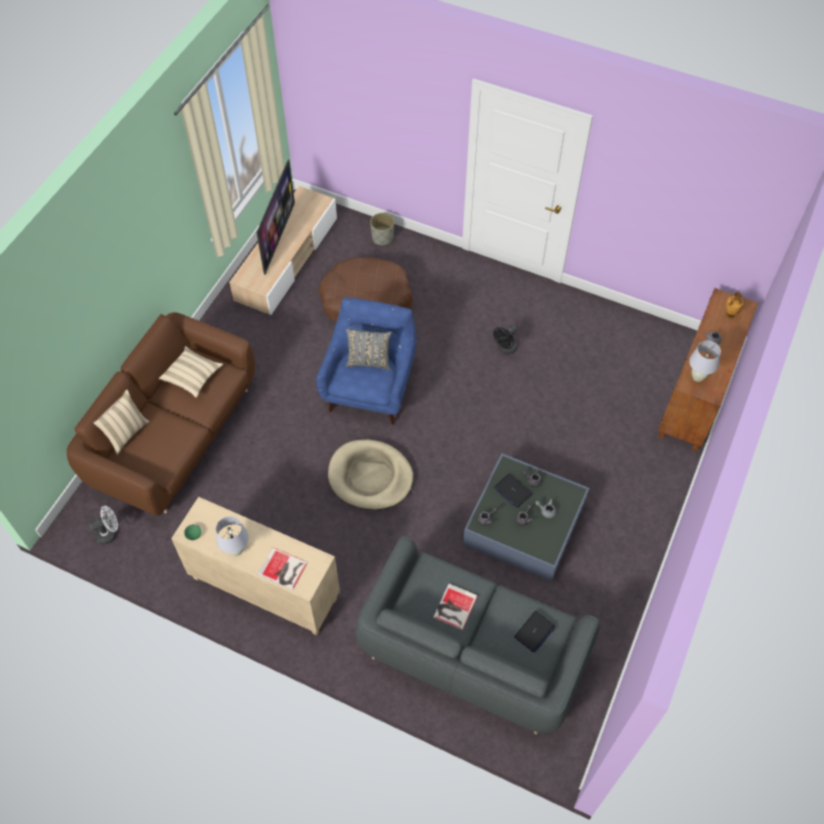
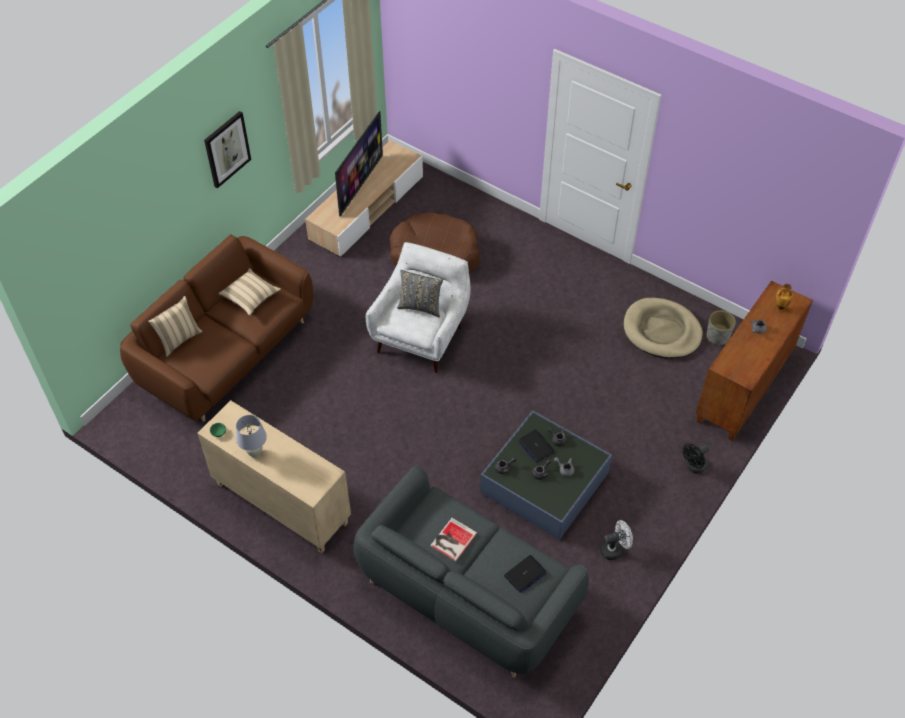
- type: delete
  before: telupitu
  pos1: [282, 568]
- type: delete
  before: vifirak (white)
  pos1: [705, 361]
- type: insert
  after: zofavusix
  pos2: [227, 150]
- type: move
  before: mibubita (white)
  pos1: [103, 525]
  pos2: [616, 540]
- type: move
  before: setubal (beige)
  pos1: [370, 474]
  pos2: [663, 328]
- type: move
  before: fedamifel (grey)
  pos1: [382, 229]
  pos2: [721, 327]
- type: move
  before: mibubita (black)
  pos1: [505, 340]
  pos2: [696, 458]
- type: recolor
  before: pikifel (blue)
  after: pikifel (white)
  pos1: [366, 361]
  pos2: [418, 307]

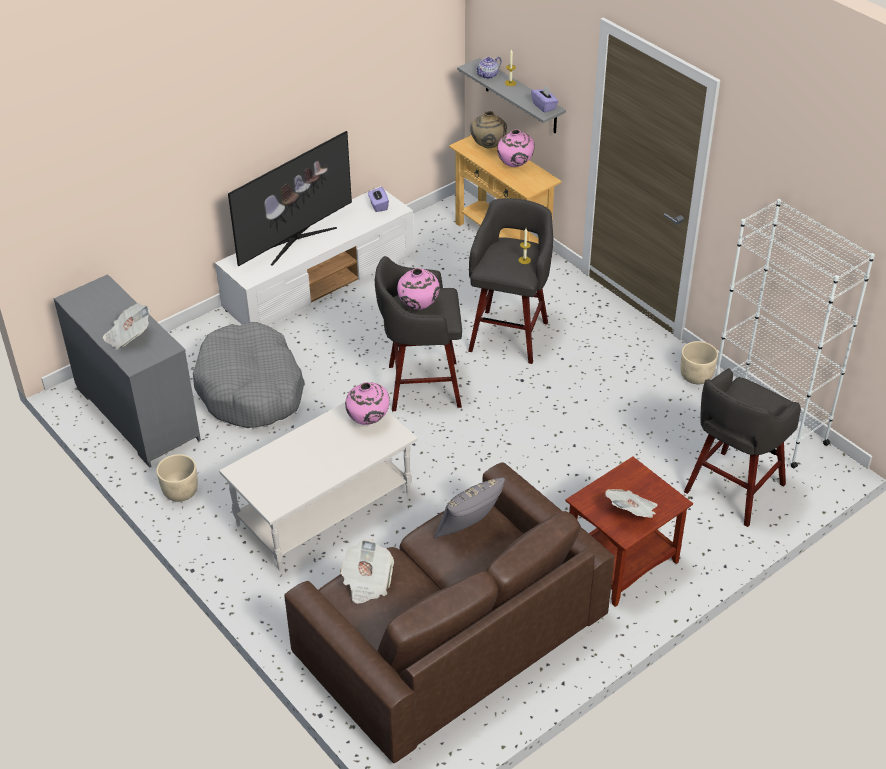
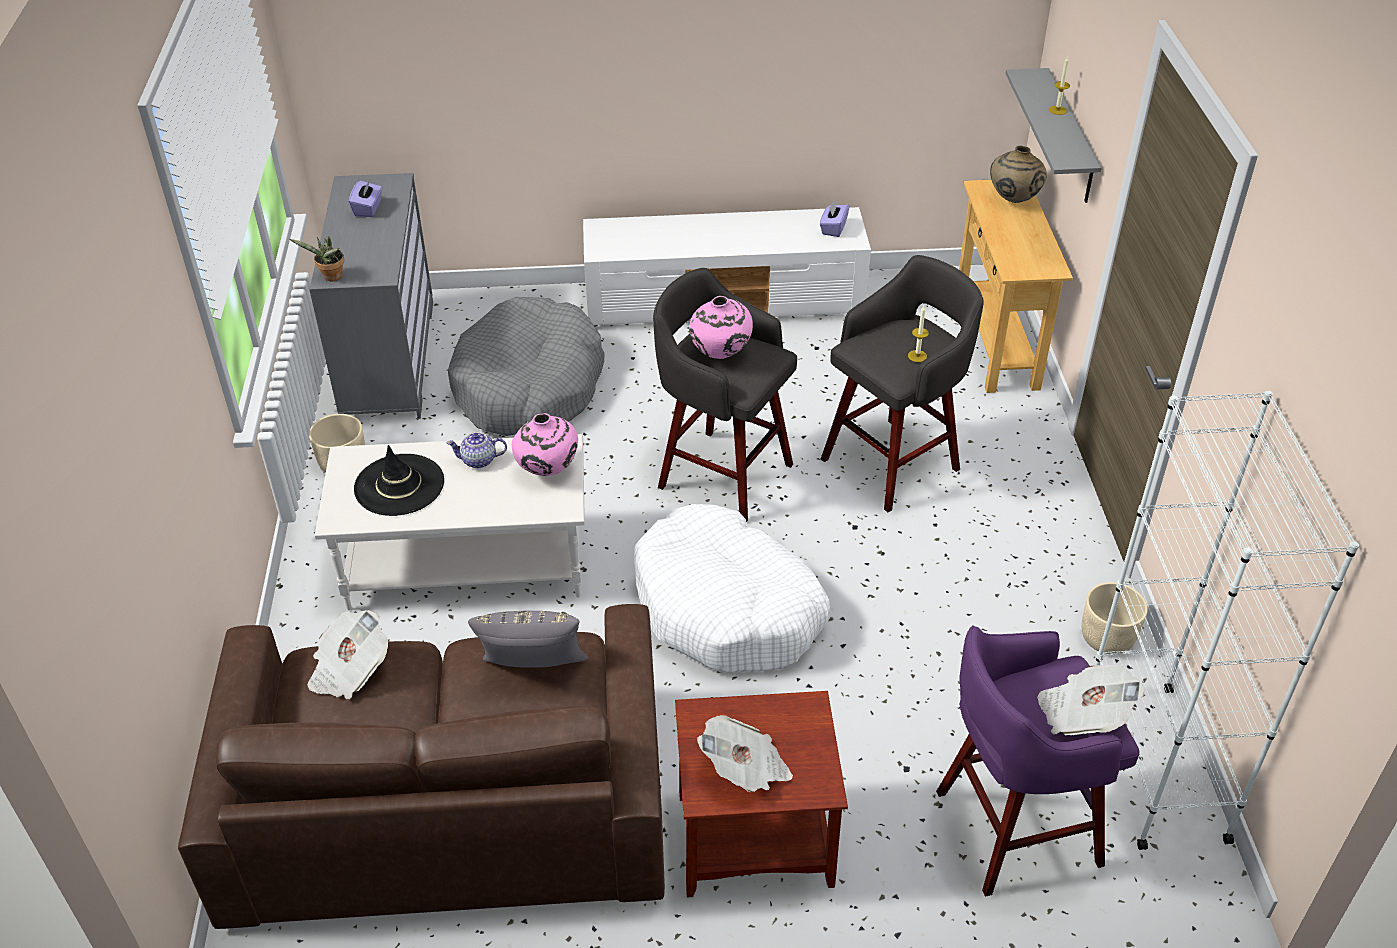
- type: delete
  before: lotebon
  pos1: [290, 198]
- type: delete
  before: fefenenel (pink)
  pos1: [515, 148]
- type: insert
  after: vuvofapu
  pos2: [316, 258]
- type: insert
  after: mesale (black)
  pos2: [399, 480]
- type: insert
  after: setubal (white)
  pos2: [732, 588]
- type: move
  before: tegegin
  pos1: [127, 326]
  pos2: [1090, 700]
- type: move
  before: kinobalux
  pos1: [488, 67]
  pos2: [477, 450]
- type: move
  before: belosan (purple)
  pos1: [545, 99]
  pos2: [365, 198]
- type: recolor
  before: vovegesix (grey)
  after: vovegesix (purple)
  pos1: [742, 447]
  pos2: [1038, 760]

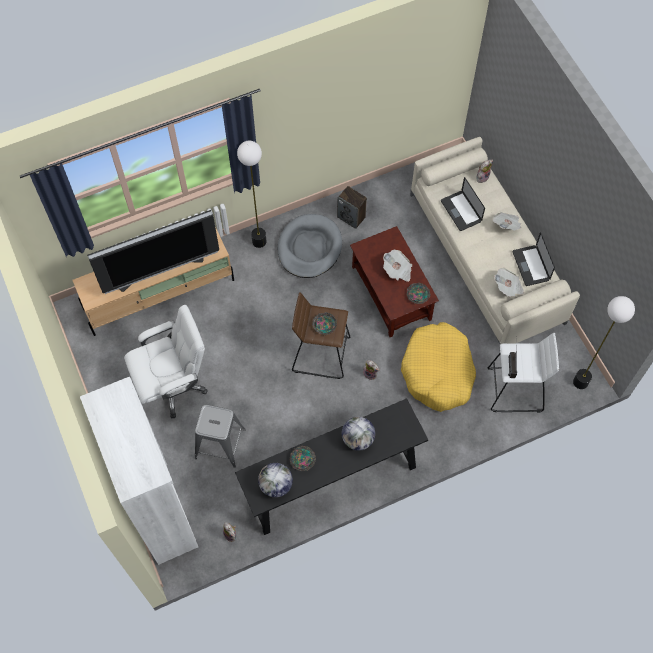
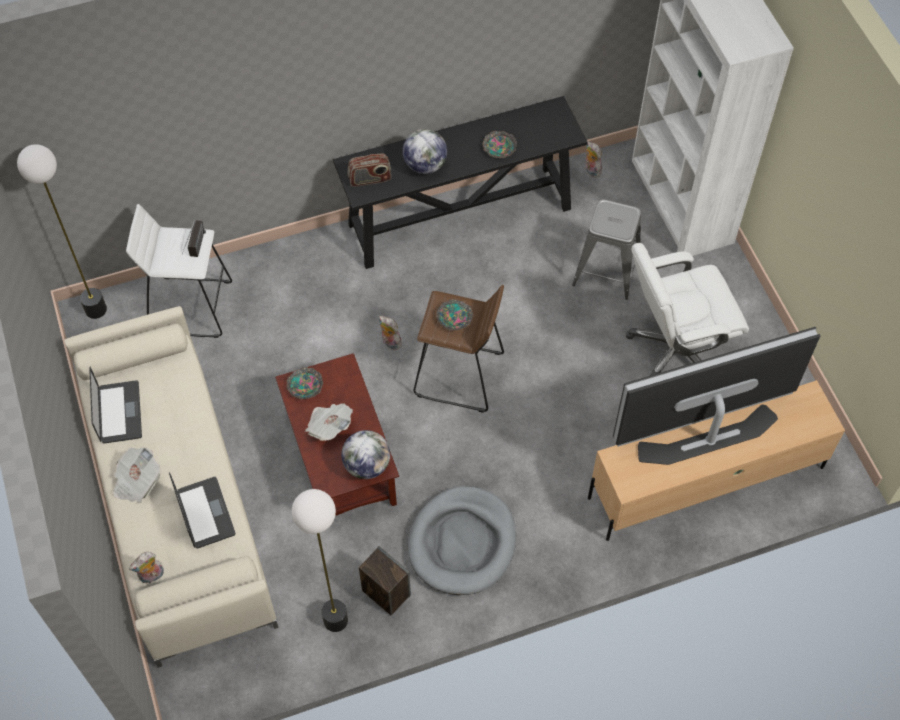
- type: delete
  before: setubal (yellow)
  pos1: [438, 367]
- type: delete
  before: tegegin
  pos1: [509, 282]
- type: insert
  after: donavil
  pos2: [369, 170]
- type: move
  before: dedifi
  pos1: [252, 194]
  pos2: [320, 560]
- type: move
  before: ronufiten
  pos1: [275, 480]
  pos2: [365, 454]

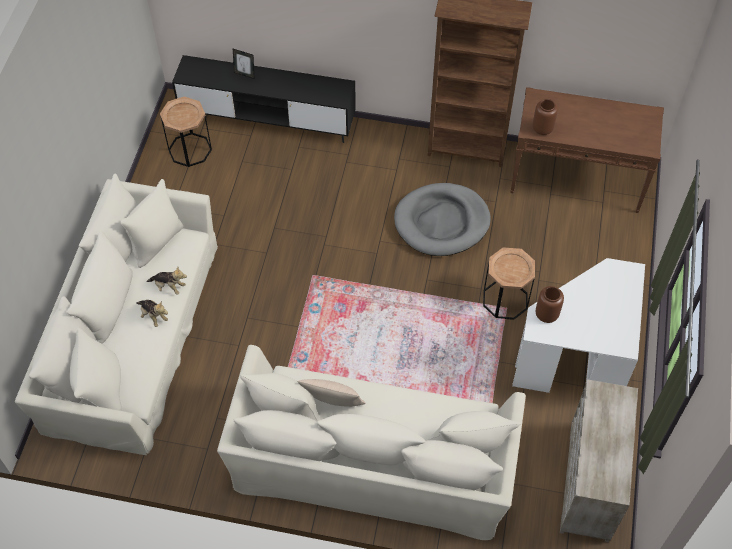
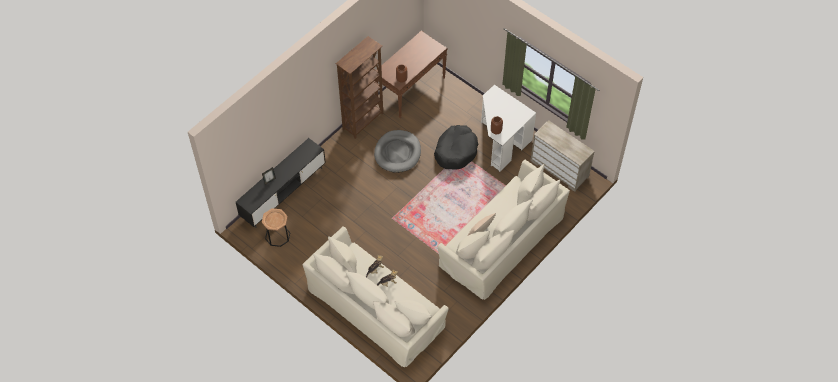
- type: replace
  before: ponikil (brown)
  after: setubal (black)
  pos1: [509, 283]
  pos2: [456, 147]

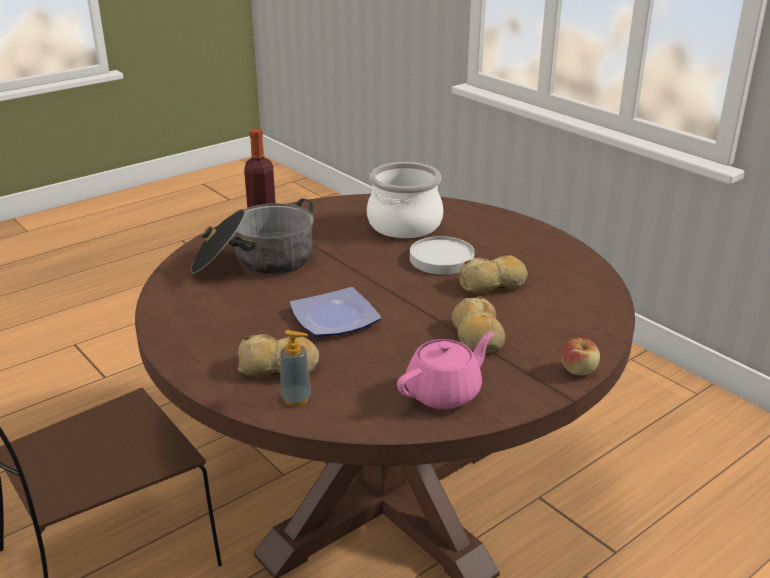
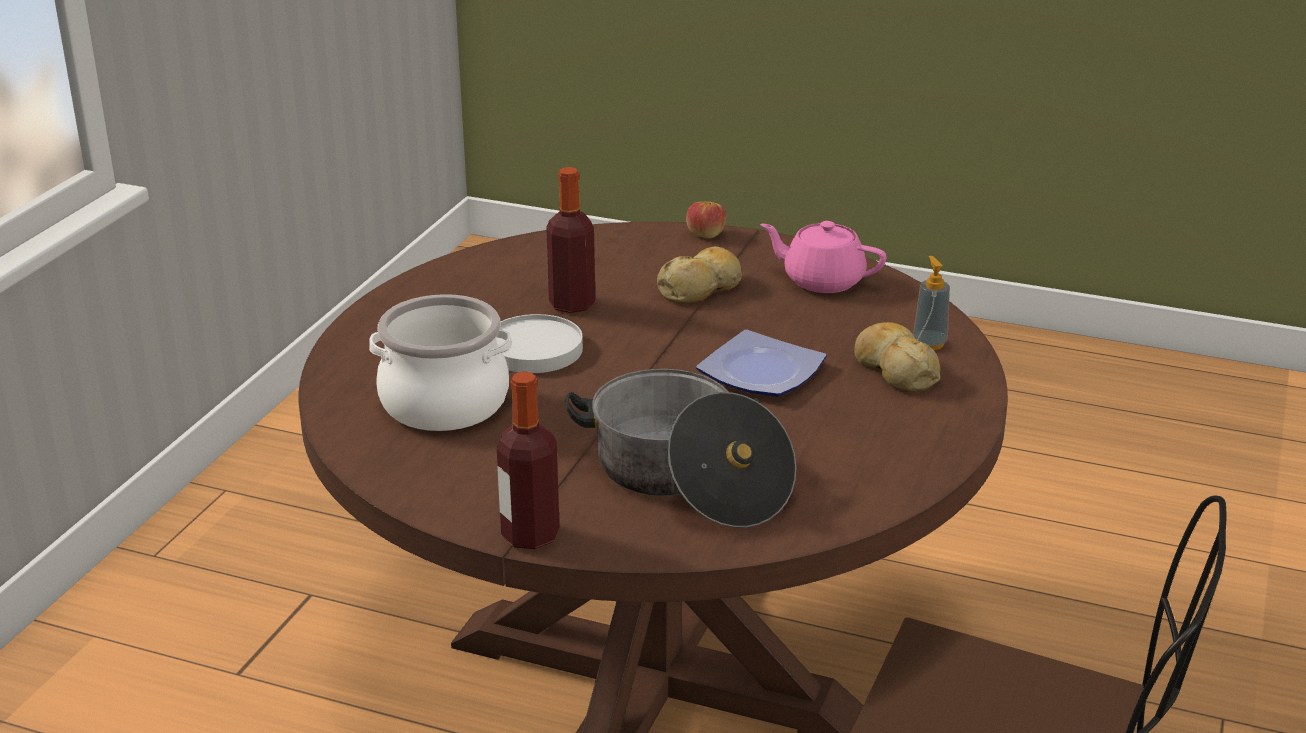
- type: replace
  before: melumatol
  after: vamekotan
  pos1: [493, 274]
  pos2: [570, 240]

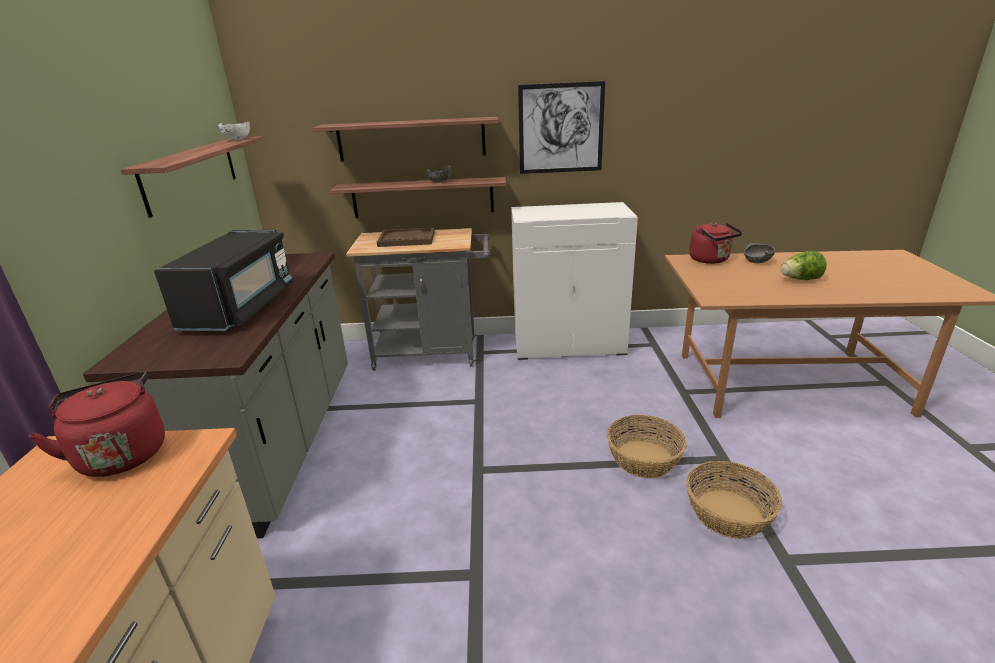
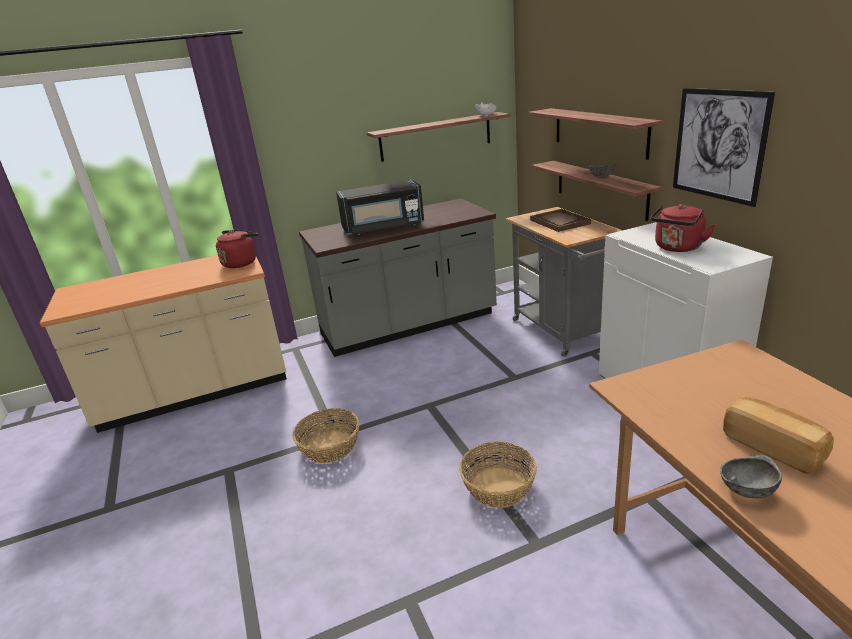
- type: move
  before: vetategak
  pos1: [734, 500]
  pos2: [325, 435]
- type: move
  before: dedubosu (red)
  pos1: [715, 243]
  pos2: [683, 228]
- type: move
  before: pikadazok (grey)
  pos1: [759, 253]
  pos2: [751, 477]
- type: replace
  before: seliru
  after: melumatol
  pos1: [804, 265]
  pos2: [778, 435]

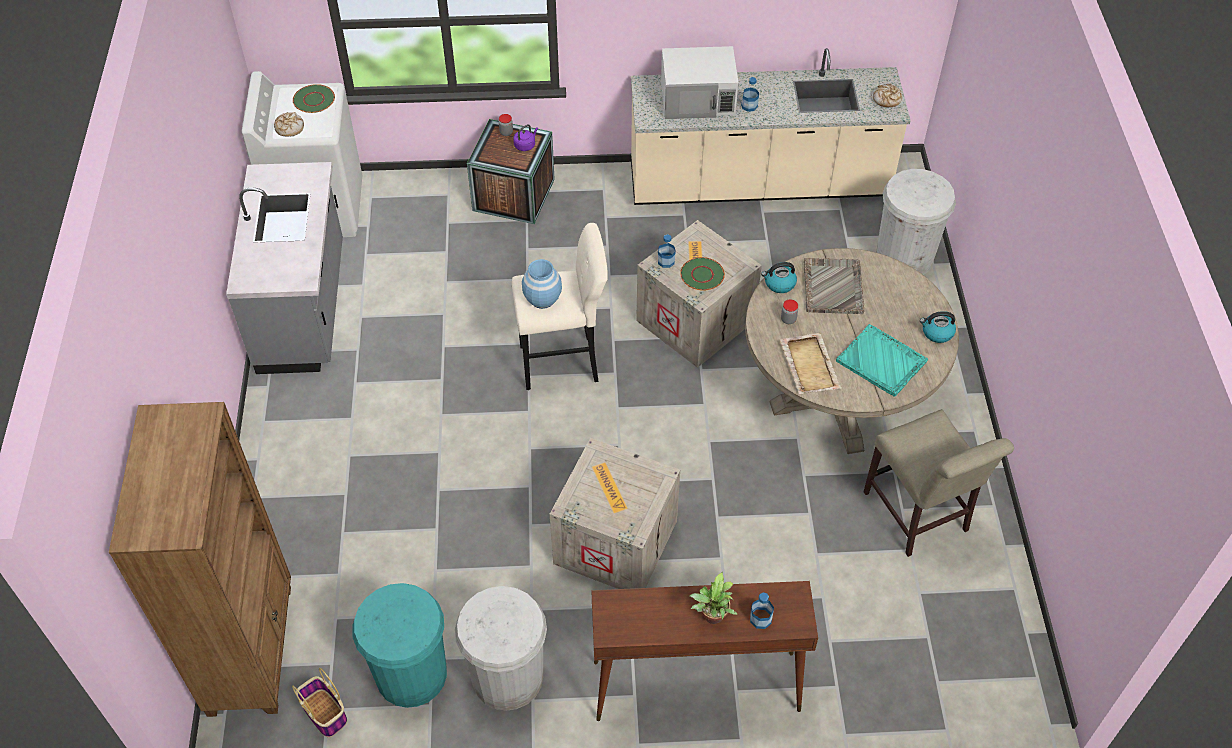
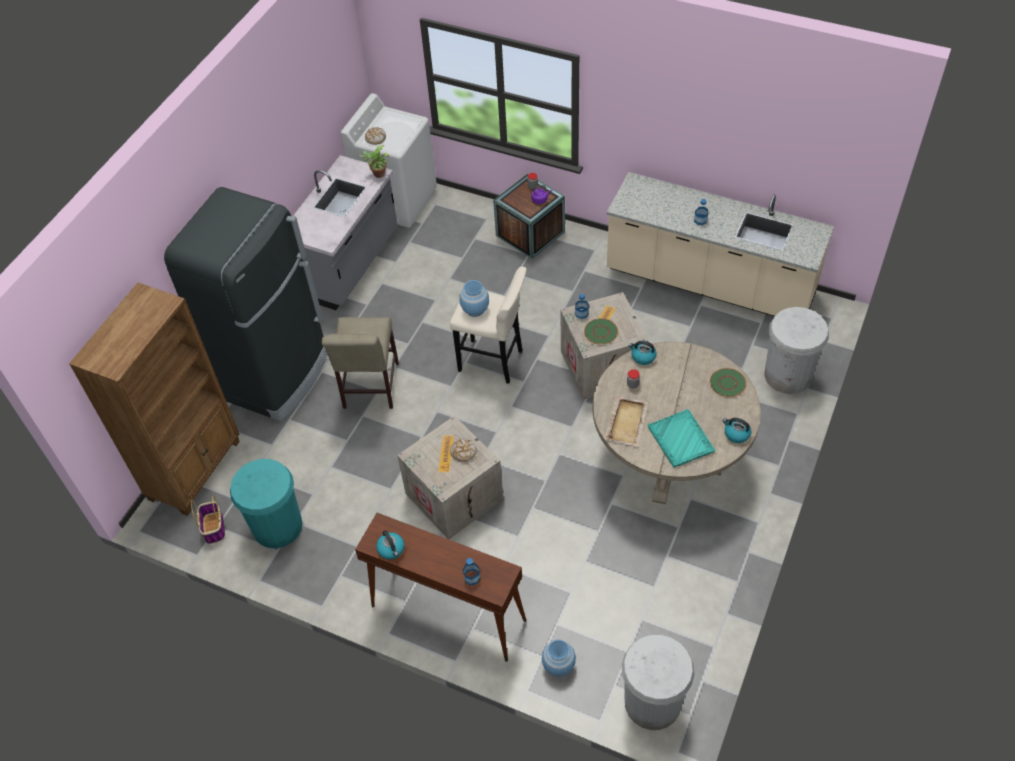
- type: delete
  before: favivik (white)
  pos1: [700, 82]
- type: delete
  before: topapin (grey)
  pos1: [834, 286]
- type: insert
  after: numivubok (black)
  pos2: [246, 304]
- type: insert
  after: dedubosu
  pos2: [390, 544]
- type: insert
  after: fefenenel (blue)
  pos2: [559, 658]
- type: move
  before: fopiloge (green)
  pos1: [314, 98]
  pos2: [728, 382]
- type: move
  before: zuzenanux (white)
  pos1: [501, 648]
  pos2: [658, 682]
- type: move
  before: vuvofapu
  pos1: [713, 598]
  pos2: [374, 161]
- type: move
  before: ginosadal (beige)
  pos1: [938, 483]
  pos2: [360, 363]
- type: move
  before: melumatol
  pos1: [887, 95]
  pos2: [463, 450]

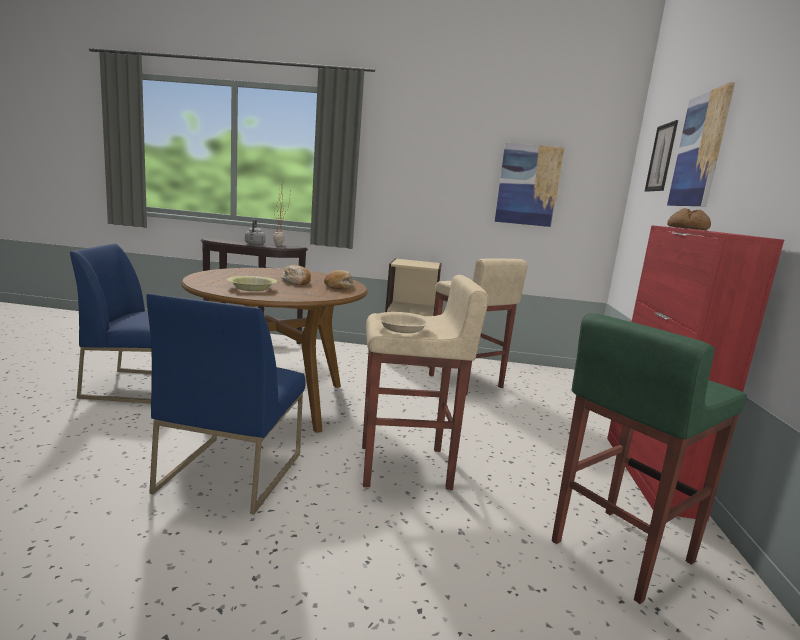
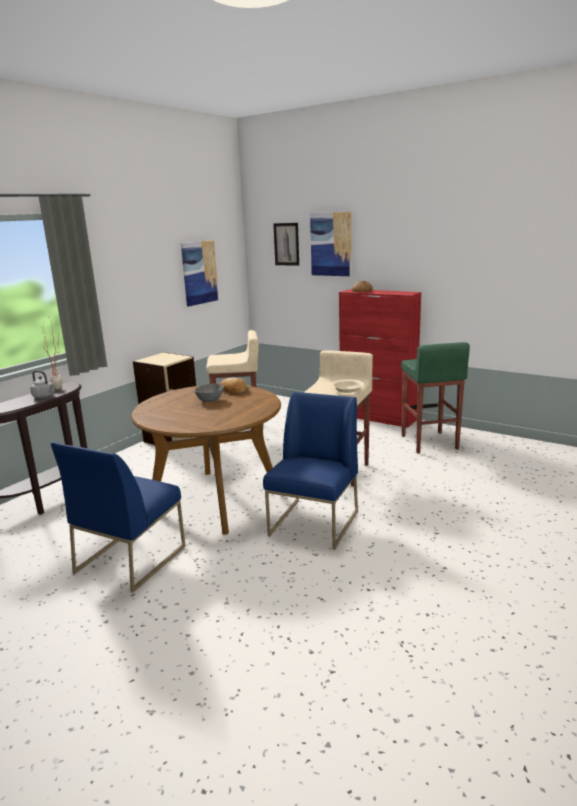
- type: delete
  before: pikadazok (yellow)
  pos1: [252, 283]
- type: replace
  before: melumatol
  after: pikadazok (grey)
  pos1: [296, 275]
  pos2: [209, 393]
- type: rotate
  before: ginosadal (blue)
  pos1: [226, 404]
  pos2: [310, 471]
  turn: -105

